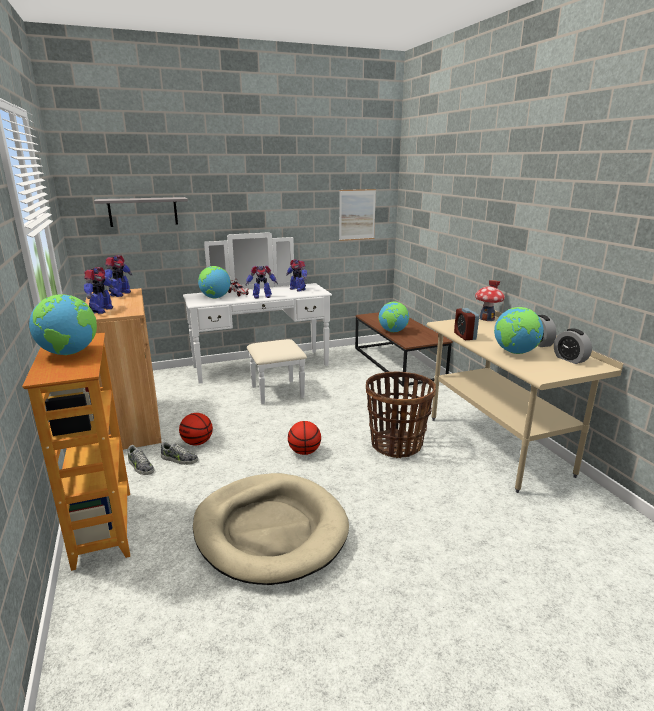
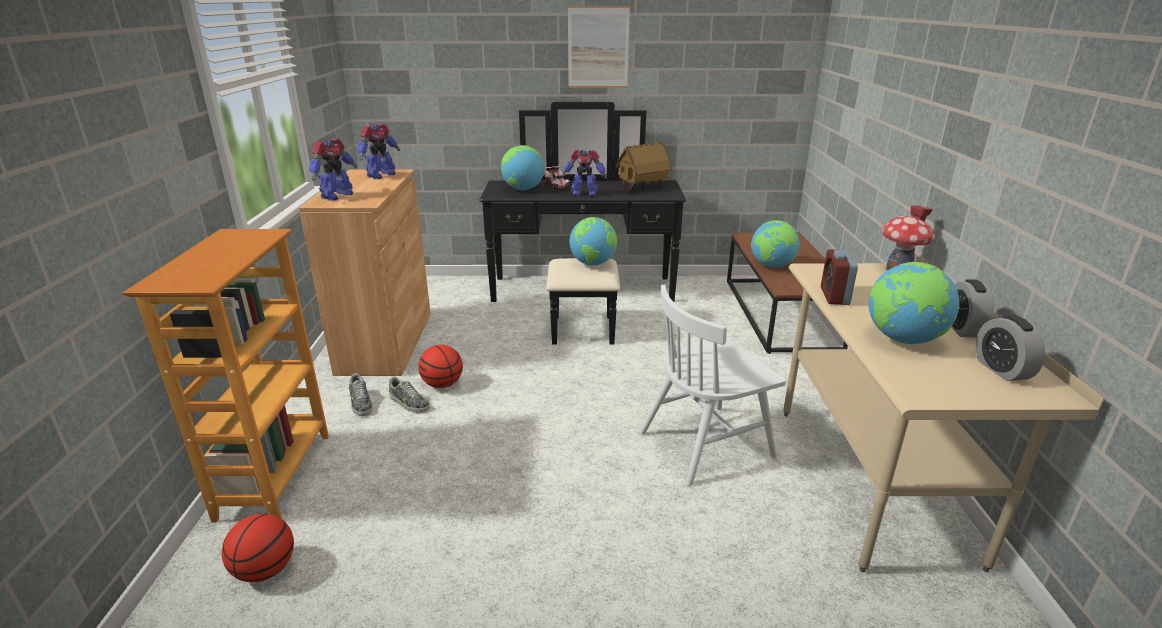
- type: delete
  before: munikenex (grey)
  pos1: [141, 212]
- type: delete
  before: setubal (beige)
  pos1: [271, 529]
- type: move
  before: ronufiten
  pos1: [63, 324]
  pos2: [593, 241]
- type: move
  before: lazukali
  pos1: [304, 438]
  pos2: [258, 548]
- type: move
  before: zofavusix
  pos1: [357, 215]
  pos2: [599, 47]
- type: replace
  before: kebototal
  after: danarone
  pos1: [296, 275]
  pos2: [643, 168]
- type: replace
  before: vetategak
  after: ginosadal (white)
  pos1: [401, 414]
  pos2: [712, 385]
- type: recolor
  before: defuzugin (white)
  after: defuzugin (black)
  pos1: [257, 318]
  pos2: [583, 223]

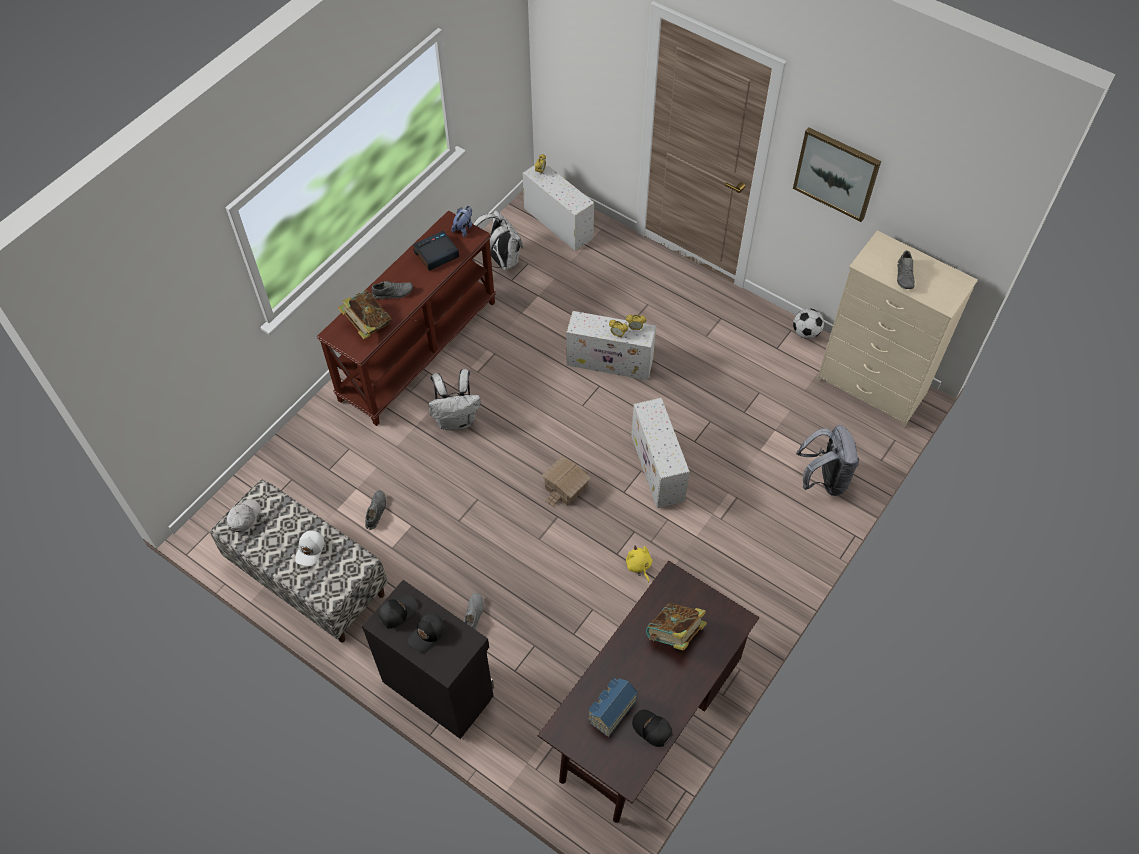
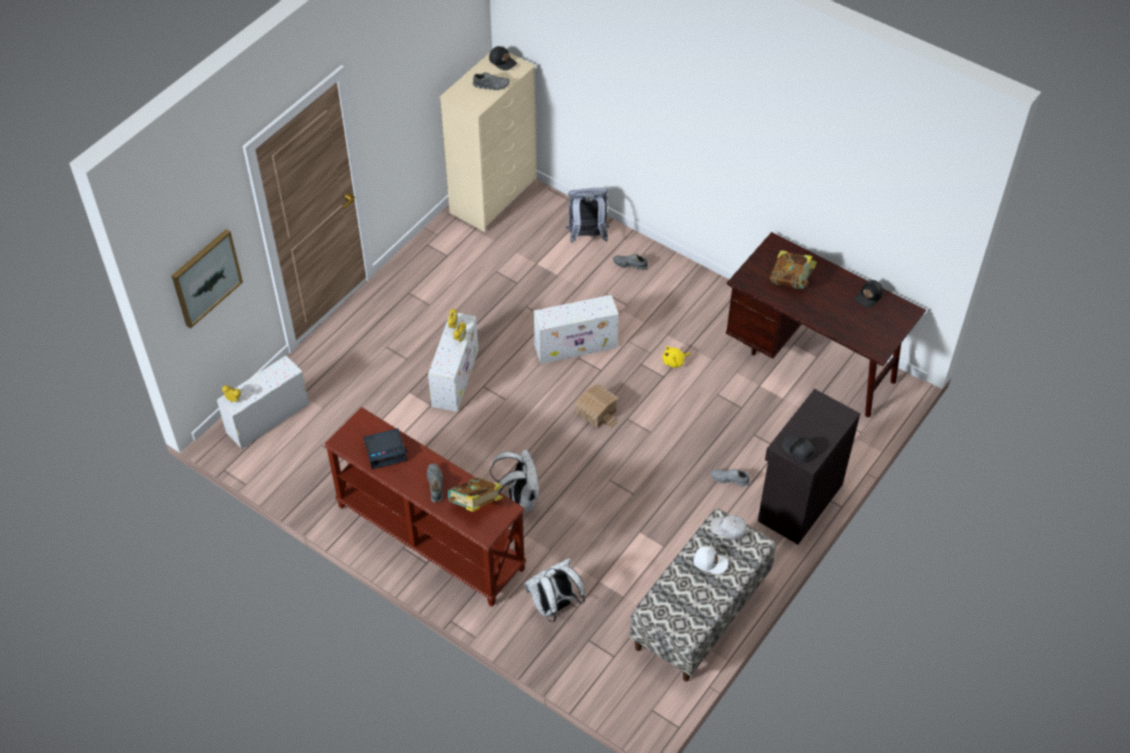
- type: delete
  before: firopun
  pos1: [461, 221]
- type: delete
  before: danarone
  pos1: [613, 707]
- type: delete
  before: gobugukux
  pos1: [808, 323]
- type: move
  before: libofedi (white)
  pos1: [244, 516]
  pos2: [728, 527]
- type: move
  before: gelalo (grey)
  pos1: [375, 510]
  pos2: [630, 262]
- type: move
  before: libofedi (black)
  pos1: [427, 632]
  pos2: [503, 58]
- type: move
  before: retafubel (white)
  pos1: [498, 240]
  pos2: [555, 590]
- type: move
  before: zofavusix
  pos1: [837, 174]
  pos2: [207, 278]
- type: rotate
  before: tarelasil
  pos1: [436, 250]
  pos2: [385, 448]
  turn: -75

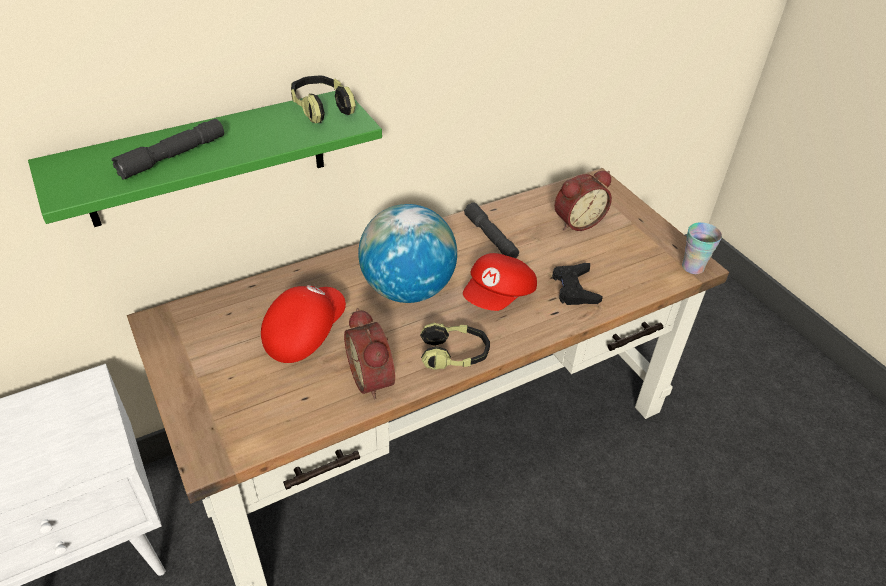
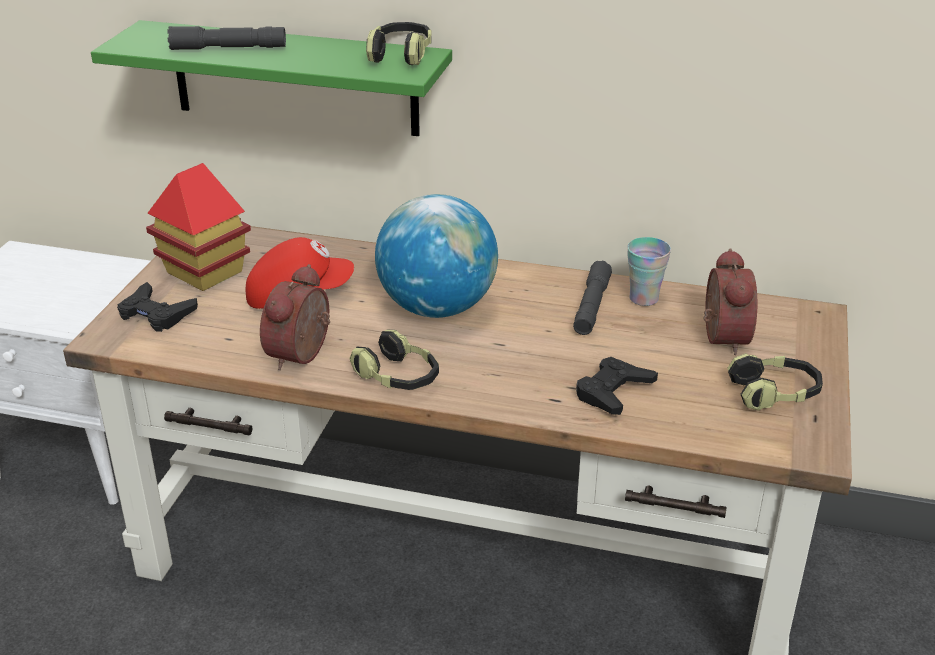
- type: delete
  before: libofedi (red)
  pos1: [500, 282]
- type: insert
  after: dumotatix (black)
  pos2: [157, 307]
- type: insert
  after: danarone
  pos2: [198, 227]
- type: insert
  after: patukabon
  pos2: [775, 382]
- type: move
  before: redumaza
  pos1: [702, 248]
  pos2: [649, 271]
- type: rotate
  before: tarelasil
  pos1: [583, 201]
  pos2: [730, 301]
  turn: -105

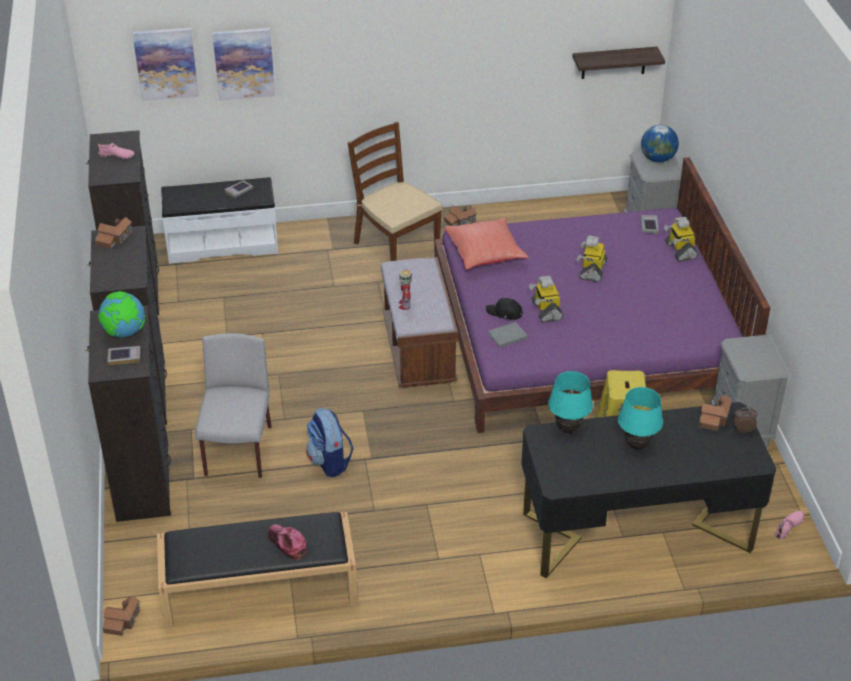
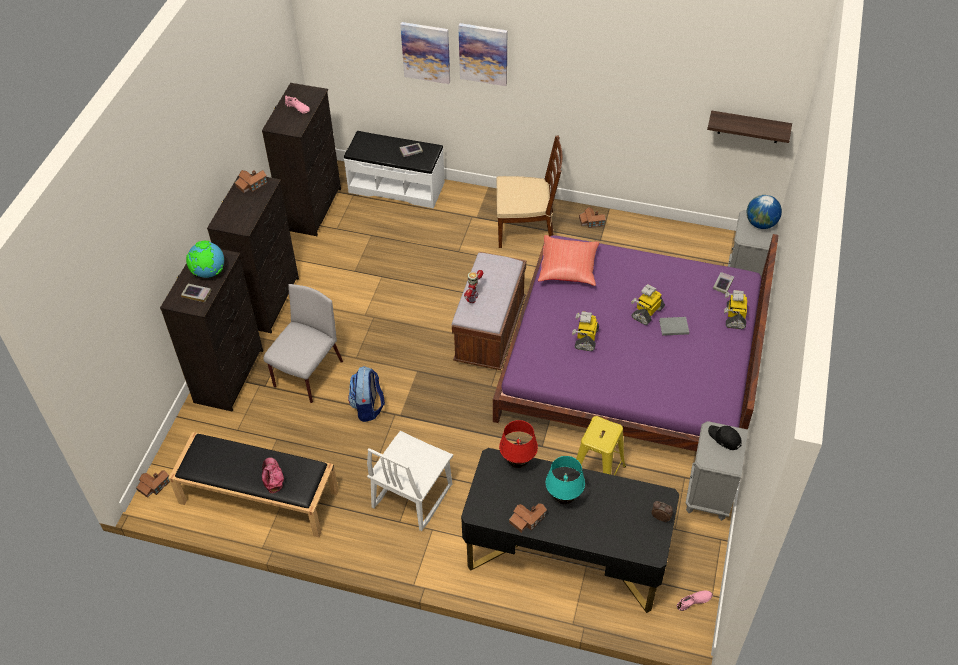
- type: insert
  after: ginosadal (white)
  pos2: [410, 481]
- type: move
  before: zofavusix
  pos1: [166, 64]
  pos2: [482, 54]
- type: move
  before: libofedi (black)
  pos1: [504, 309]
  pos2: [725, 437]
- type: move
  before: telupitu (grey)
  pos1: [507, 335]
  pos2: [674, 326]
- type: move
  before: danarone
  pos1: [715, 413]
  pos2: [528, 518]
- type: recolor
  before: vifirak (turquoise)
  after: vifirak (red)
  pos1: [570, 402]
  pos2: [518, 444]
- type: rotate
  before: ginosadal (brown)
  pos1: [395, 191]
  pos2: [529, 192]
  turn: 105

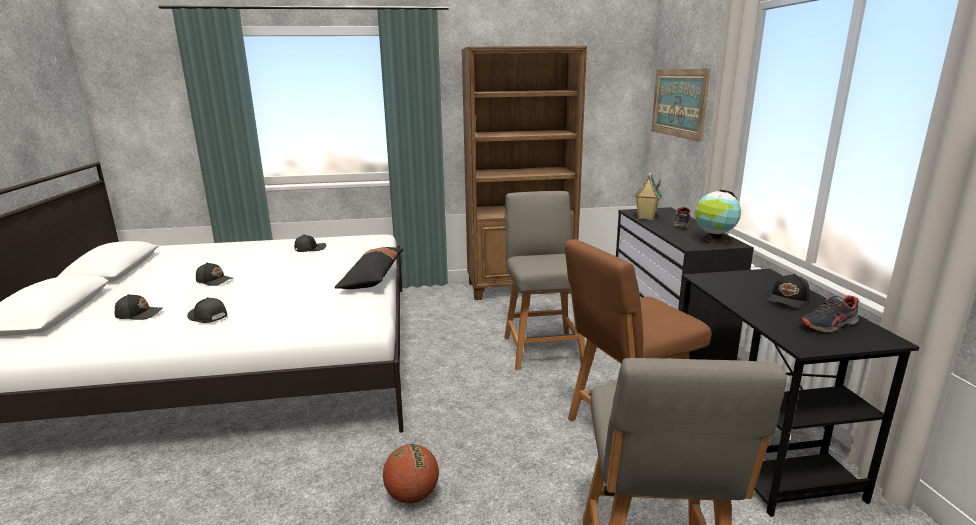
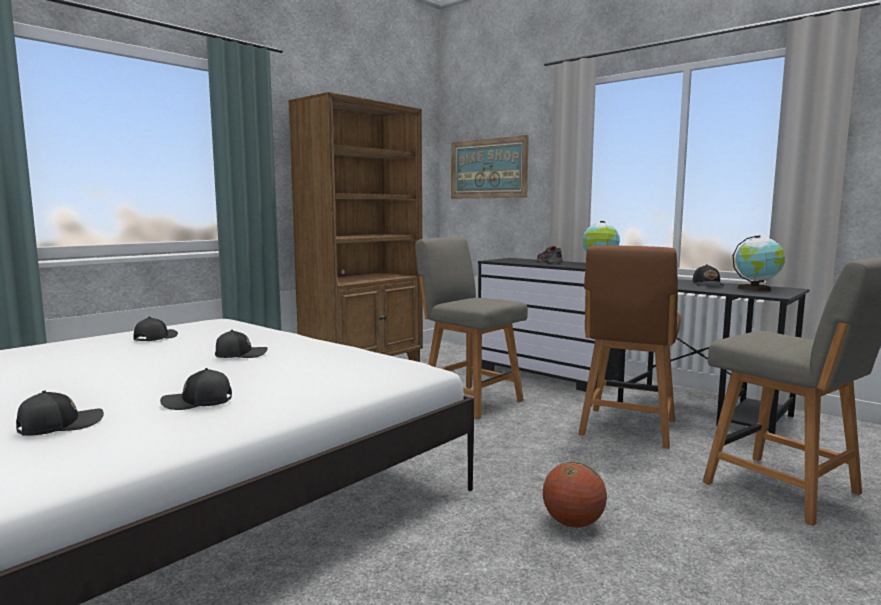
- type: delete
  before: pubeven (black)
  pos1: [369, 268]
- type: delete
  before: danarone
  pos1: [648, 196]
- type: move
  before: libofedi (black)
  pos1: [214, 274]
  pos2: [241, 344]
- type: replace
  before: gelalo
  after: ronufiten
  pos1: [829, 313]
  pos2: [759, 263]

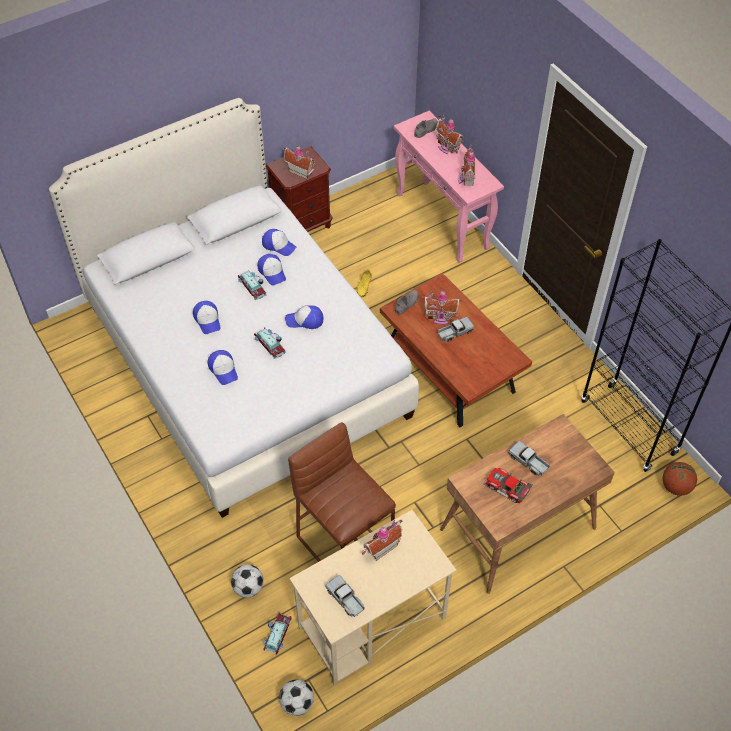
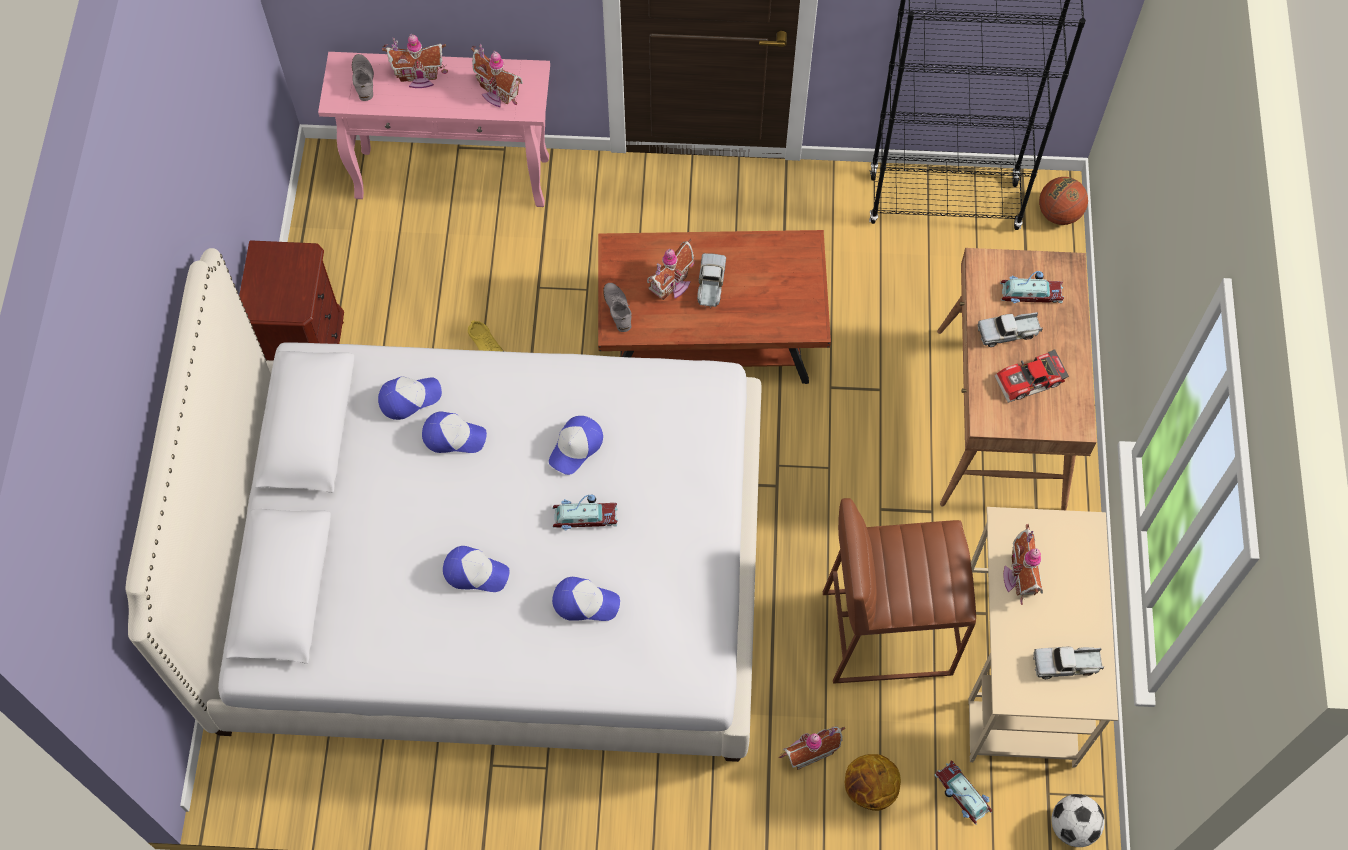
- type: move
  before: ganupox
  pos1: [252, 285]
  pos2: [1032, 287]
- type: move
  before: danarone
  pos1: [299, 162]
  pos2: [812, 748]
- type: replace
  before: gobugukux
  after: lazukali
  pos1: [247, 581]
  pos2: [873, 782]

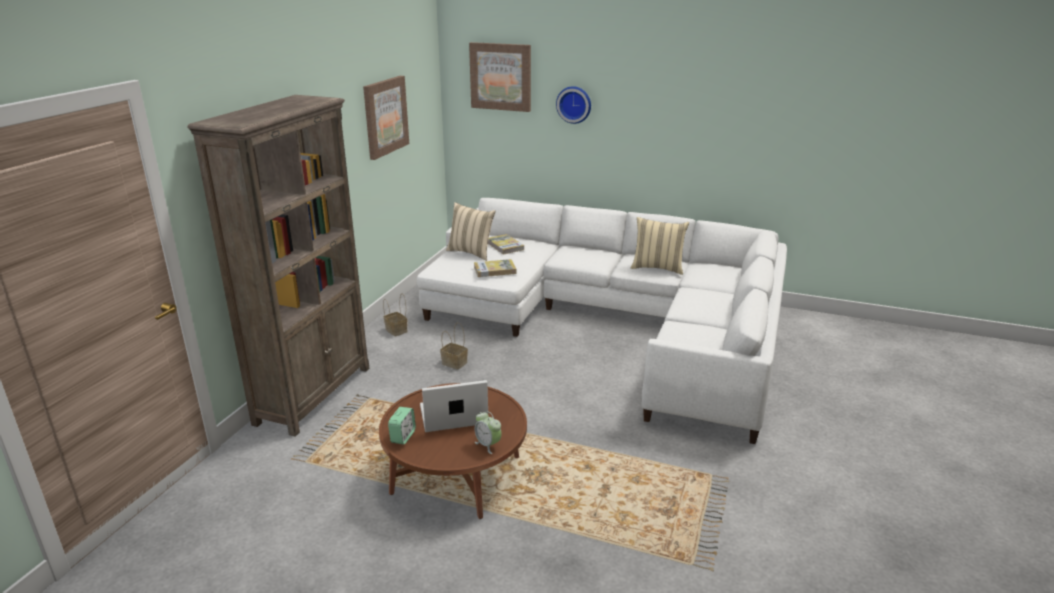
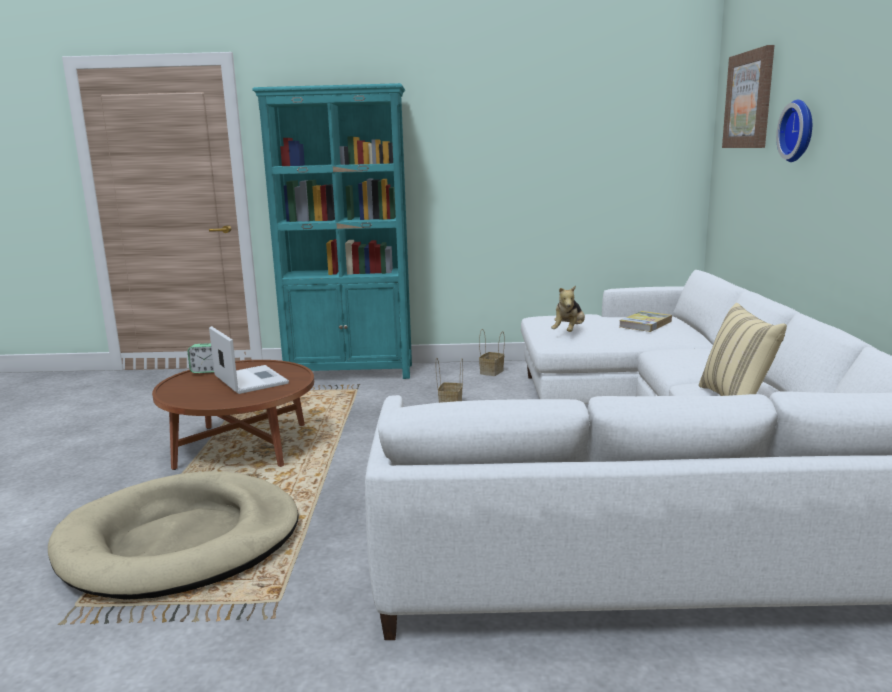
- type: delete
  before: zofavusix
  pos1: [386, 118]
- type: delete
  before: pubeven (beige)
  pos1: [470, 231]
- type: delete
  before: tarelasil
  pos1: [488, 432]
- type: insert
  after: setubal (beige)
  pos2: [173, 535]
- type: replace
  before: telupitu
  after: firopun
  pos1: [495, 268]
  pos2: [568, 308]
- type: recolor
  before: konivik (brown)
  after: konivik (turquoise)
  pos1: [278, 266]
  pos2: [332, 231]

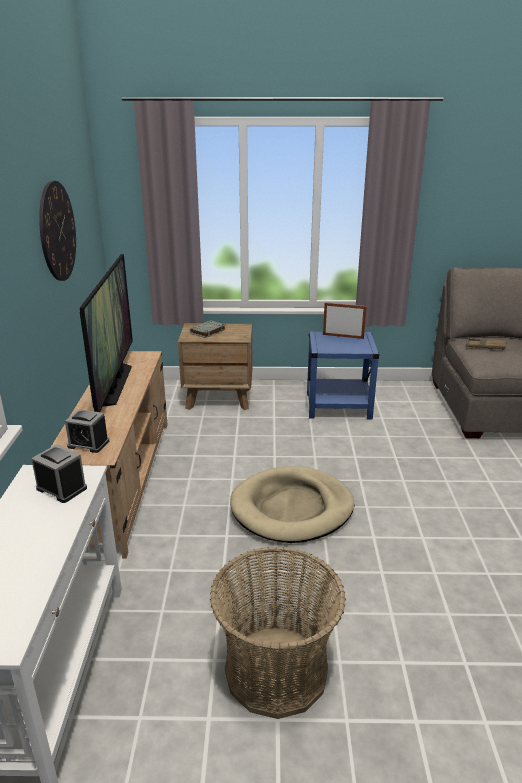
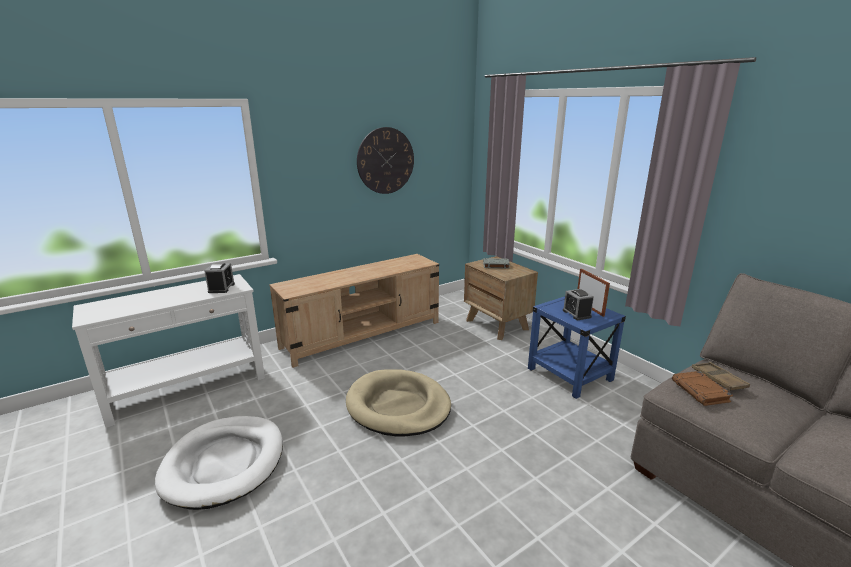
- type: delete
  before: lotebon
  pos1: [106, 333]
- type: insert
  after: telupitu (brown)
  pos2: [702, 388]
- type: move
  before: tarelasil
  pos1: [87, 431]
  pos2: [578, 304]
- type: replace
  before: vetategak
  after: setubal (white)
  pos1: [278, 632]
  pos2: [219, 463]

